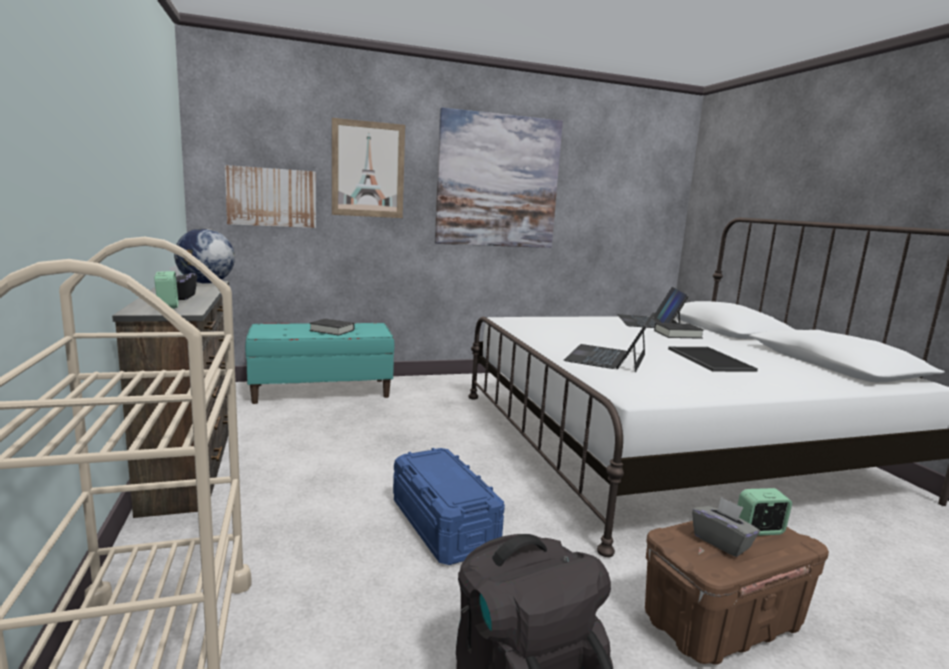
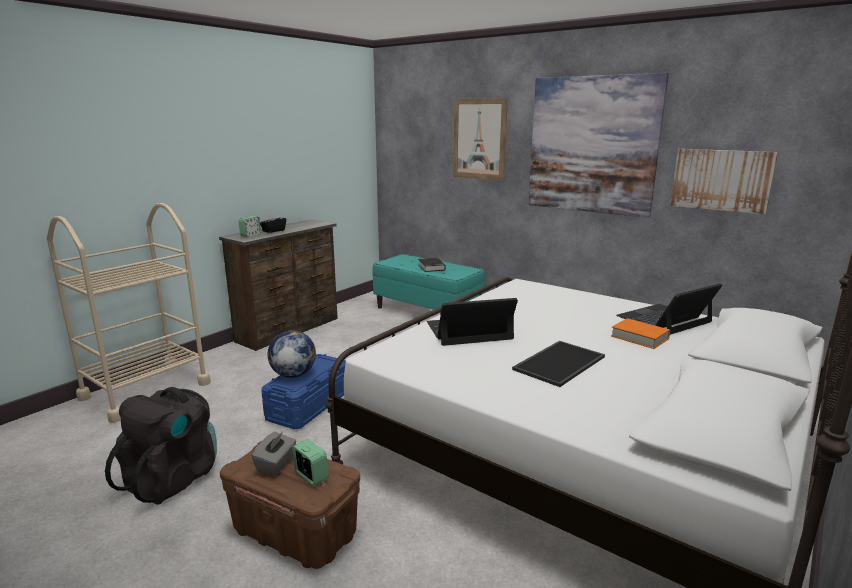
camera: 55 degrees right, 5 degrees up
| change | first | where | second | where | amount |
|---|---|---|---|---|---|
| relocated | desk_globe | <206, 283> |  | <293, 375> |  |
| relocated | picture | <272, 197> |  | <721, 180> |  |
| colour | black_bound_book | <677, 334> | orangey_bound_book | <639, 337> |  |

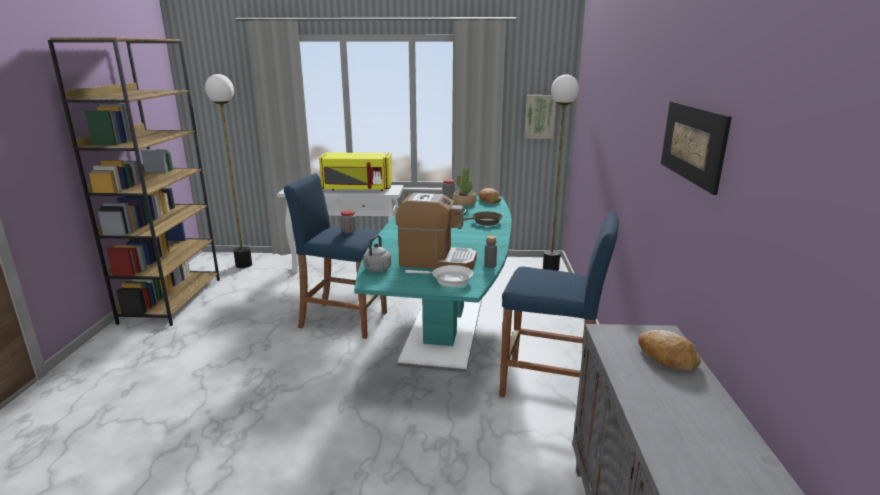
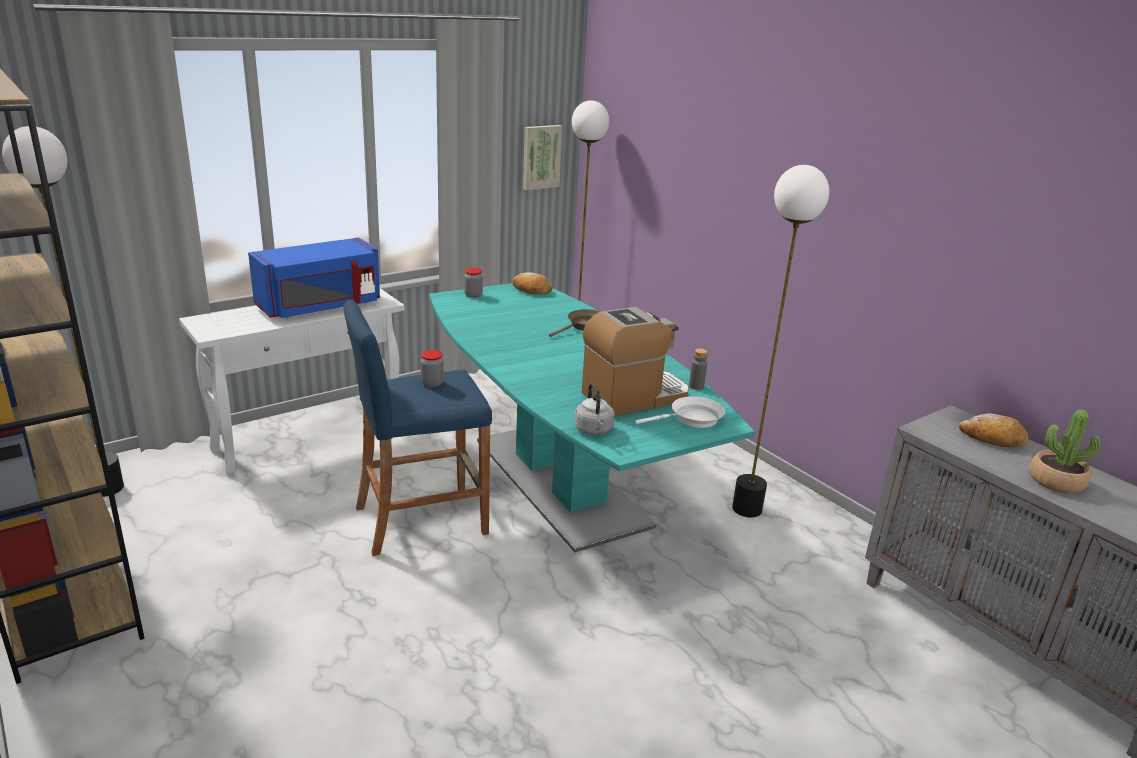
camera: 40 degrees left, 5 degrees up
| change | first | where | second | where | amount |
|---|---|---|---|---|---|
| colour | yellow_kitchen_microwave | <357, 189> | blue_kitchen_microwave | <320, 306> |  |
| relocated | houseplant | <464, 203> |  | <1056, 481> |  |
| exchanged | blue_stool | <549, 385> | standard_lamp | <747, 509> |  |
| missing | picture | <692, 143> |  |  |  |

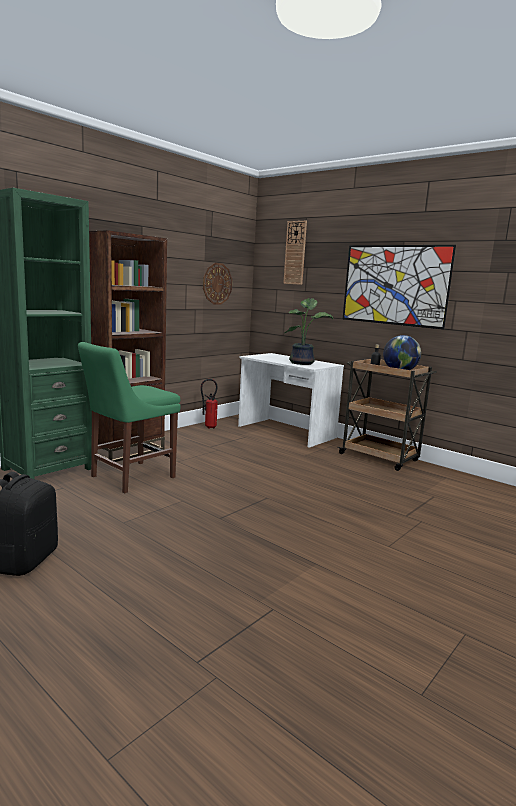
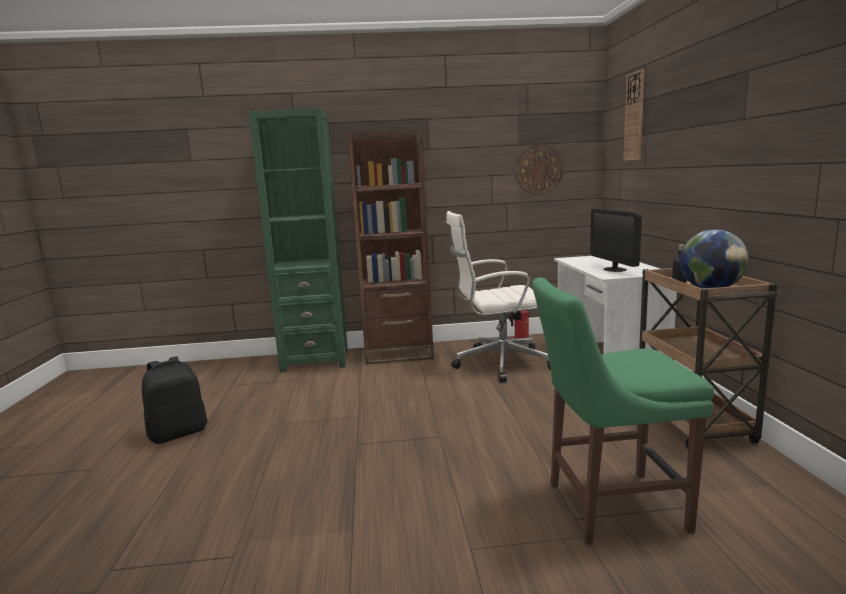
camera: 45 degrees right, 0 degrees up
| change | first | where | second | where | amount |
|---|---|---|---|---|---|
| relocated | green-coloured_upright_chair | <129, 477> |  | <609, 506> |  |
| exchanged | houseplant | <303, 363> | monitor | <614, 269> |  |
| missing | picture | <394, 285> |  |  |  |
| appeared |  |  | white_desk_chair | <499, 363> |  |

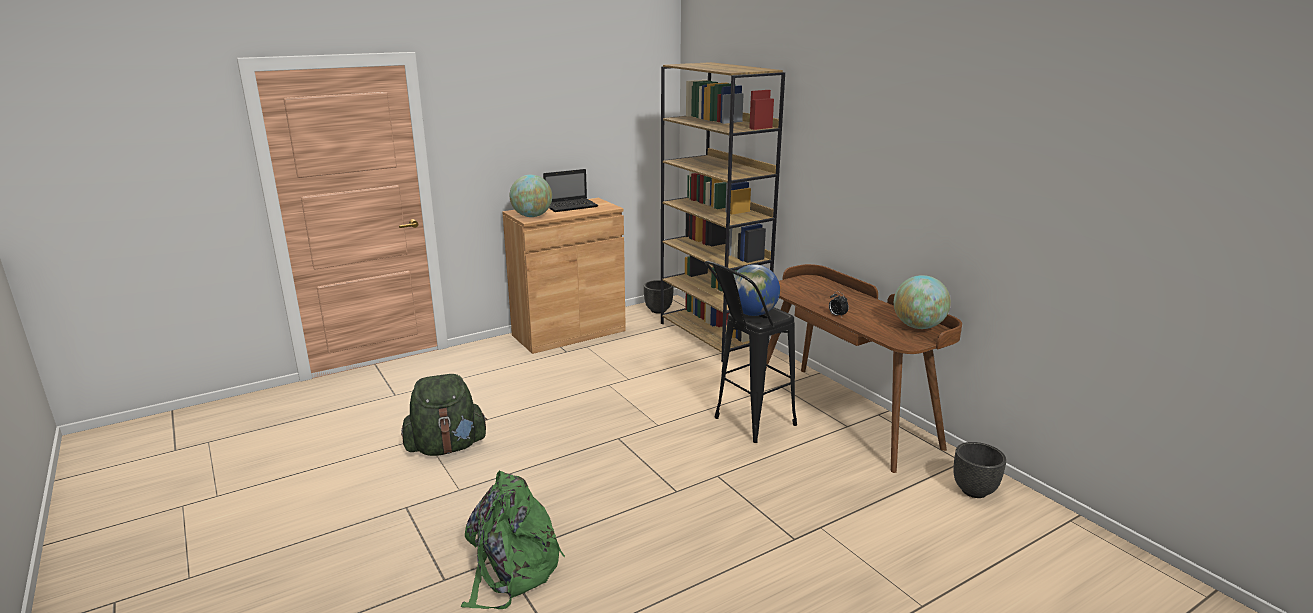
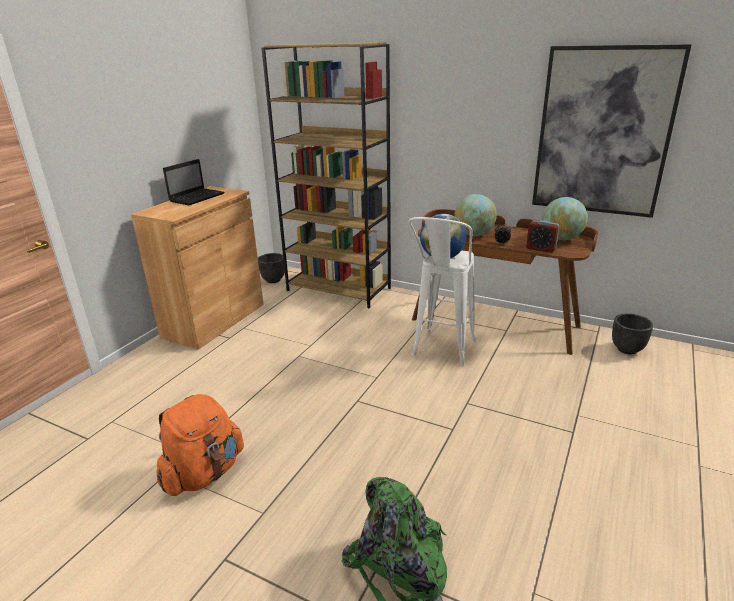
camera: 30 degrees left, 5 degrees up
| change | first | where | second | where | amount |
|---|---|---|---|---|---|
| colour | green-coloured_backpack | <446, 447> | orangey_backpack | <204, 473> |  |
| relocated | desk_globe | <532, 216> |  | <474, 234> |  |
| colour | black_stool | <745, 425> | white_stool | <441, 354> |  |
| appeared |  |  | bedside_clock | <540, 249> |  |
| appeared |  |  | picture | <603, 132> |  |

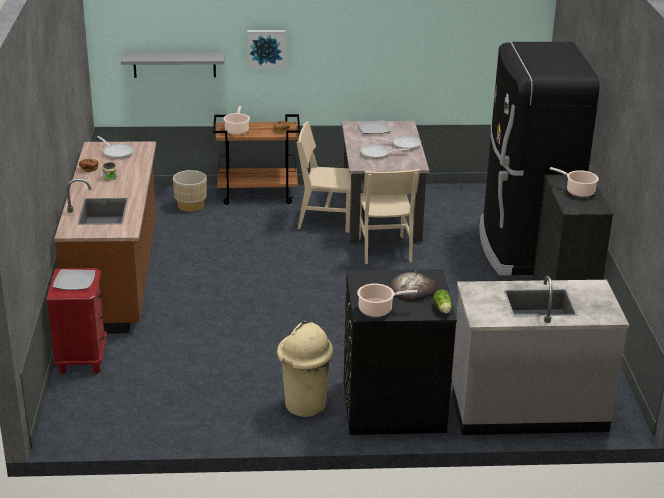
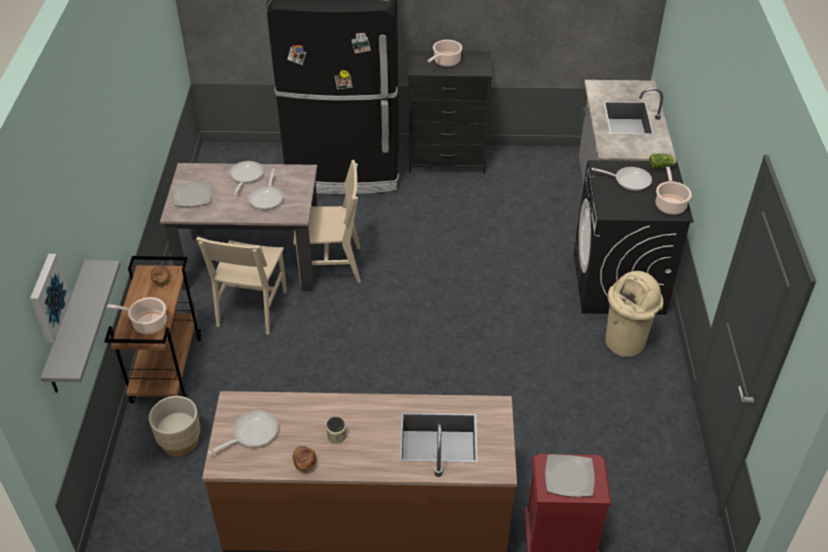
camera: 85 degrees left, 15 degrees up
| change | first | where | second | where | amount |
|---|---|---|---|---|---|
| relocated | picture | <266, 48> |  | <47, 298> |  |
| exchanged | bakery_bread | <413, 289> | frying_pan | <629, 180> |  |

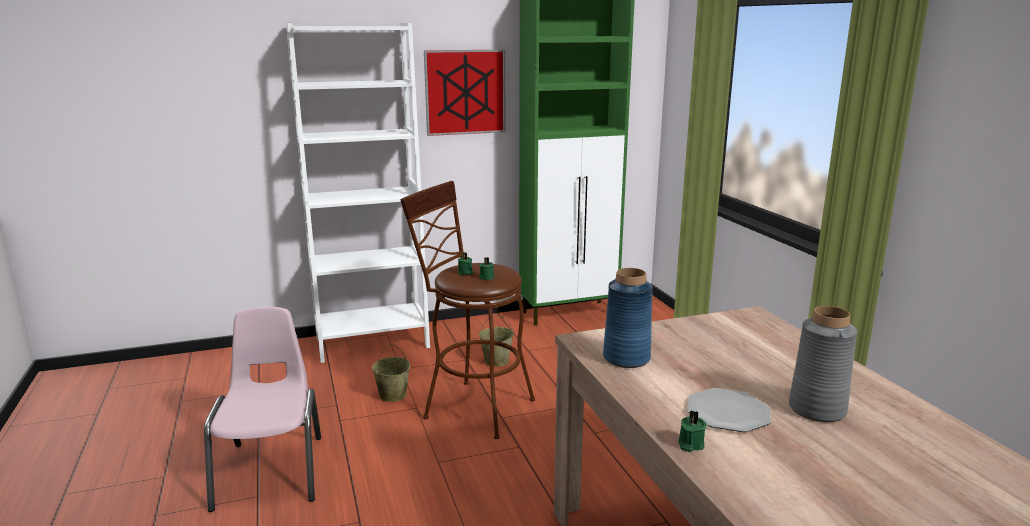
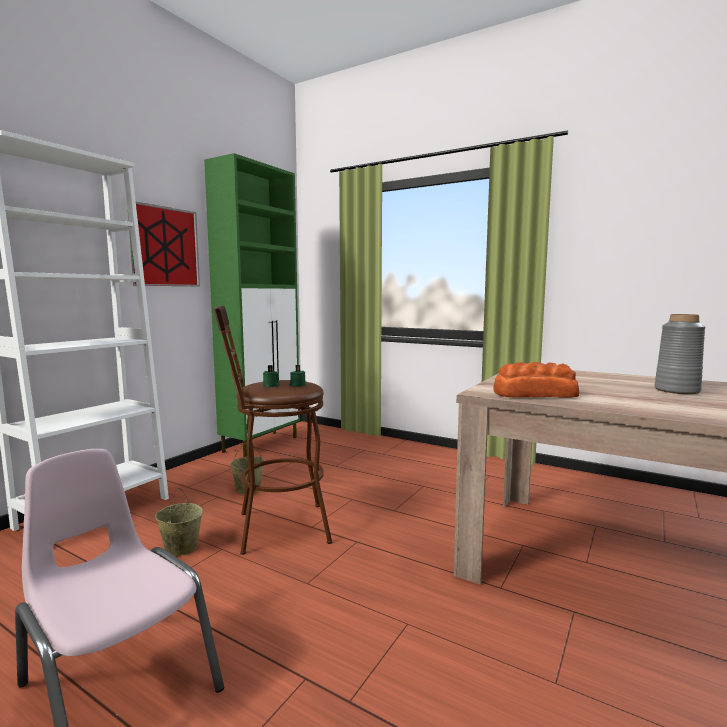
camera: 40 degrees left, 10 degrees down
| change | first | where | second | where | amount |
|---|---|---|---|---|---|
| exchanged | blue_decorative_vase | <626, 358> | bakery_bread | <533, 394> |  |
| missing | green-coloured_wax_candle | <690, 444> |  |  |  |
| missing | plate | <727, 412> |  |  |  |

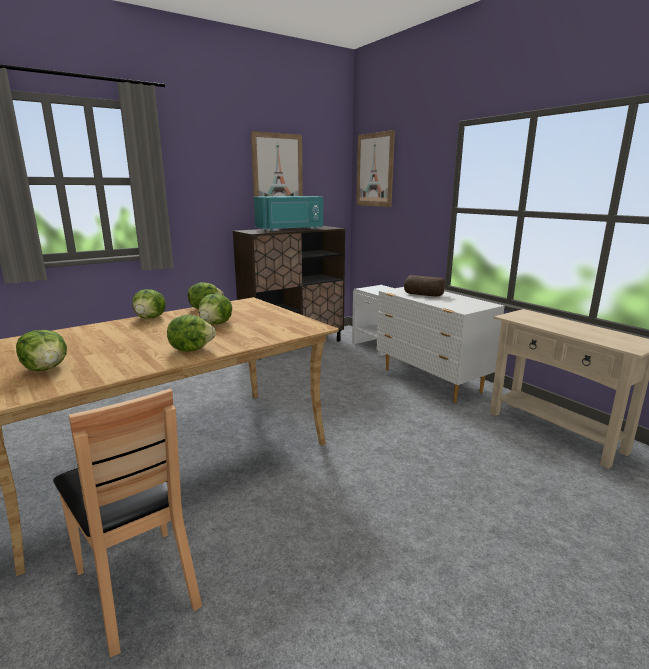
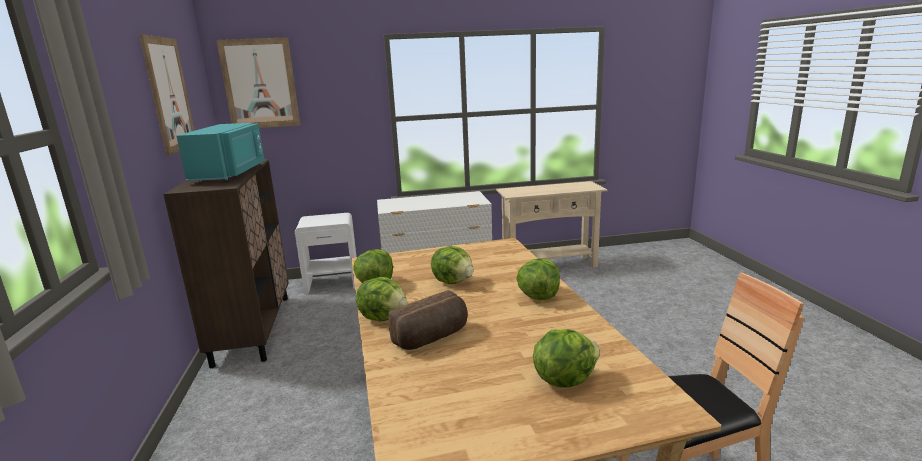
camera: 65 degrees left, 0 degrees up
| change | first | where | second | where | amount |
|---|---|---|---|---|---|
| relocated | bakery_bread | <423, 295> |  | <432, 338> |  |

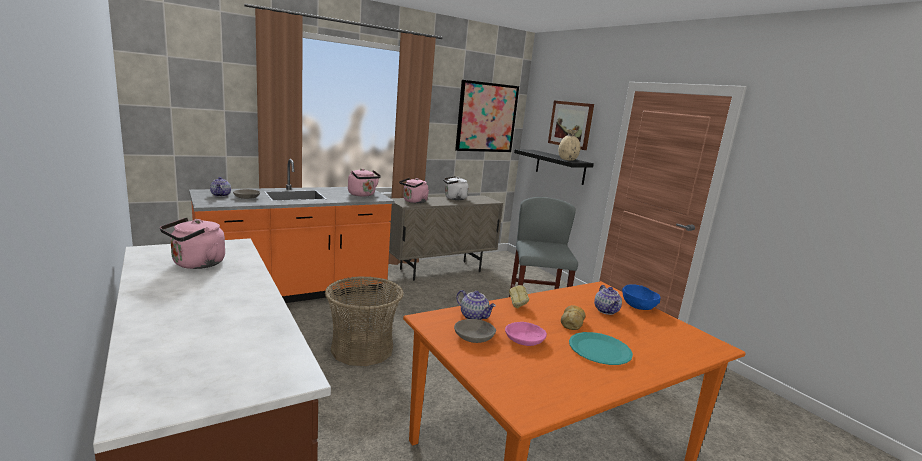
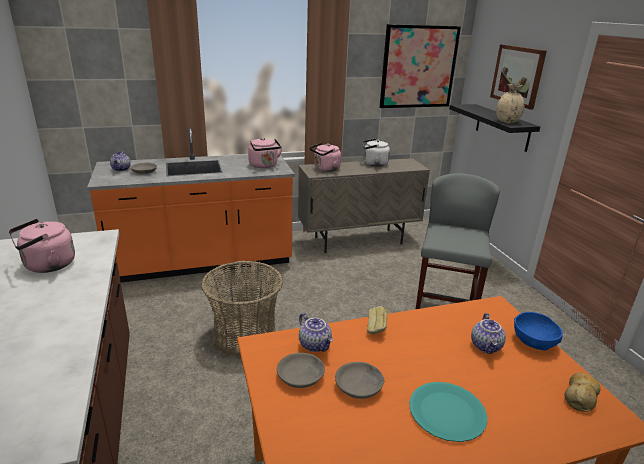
camera: 15 degrees right, 10 degrees up
| change | first | where | second | where | amount |
|---|---|---|---|---|---|
| colour | pink_bowl | <525, 339> | grey_bowl | <359, 386> |  |
| relocated | bakery_bread | <572, 322> |  | <580, 396> |  |

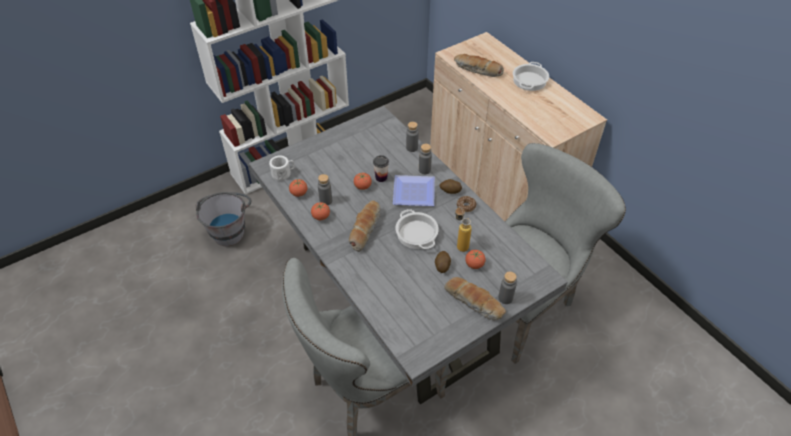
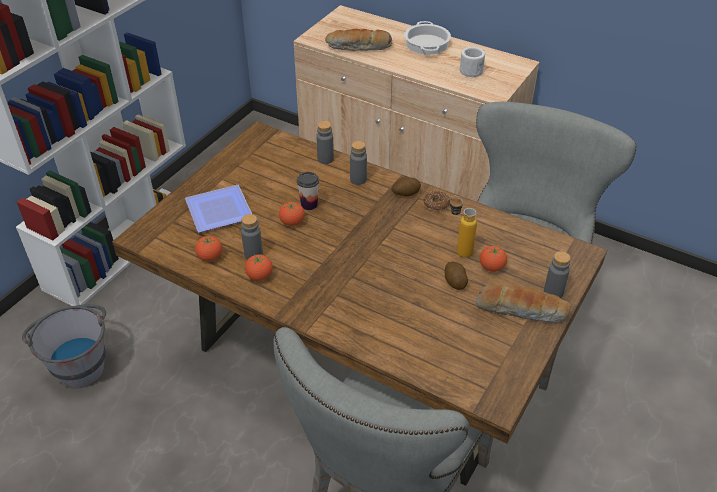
camera: 25 degrees left, 5 degrees down
| change | first | where | second | where | amount |
|---|---|---|---|---|---|
| colour | grey_dining_table | <396, 298> | brownish_dining_table | <360, 368> |  |
| relocated | white_tea_mug | <283, 173> |  | <473, 70> |  |
| missing | bakery_bread | <364, 229> |  |  |  |
| relocated | plate | <412, 193> |  | <218, 212> |  |
| missing | saucepot | <416, 234> |  |  |  |

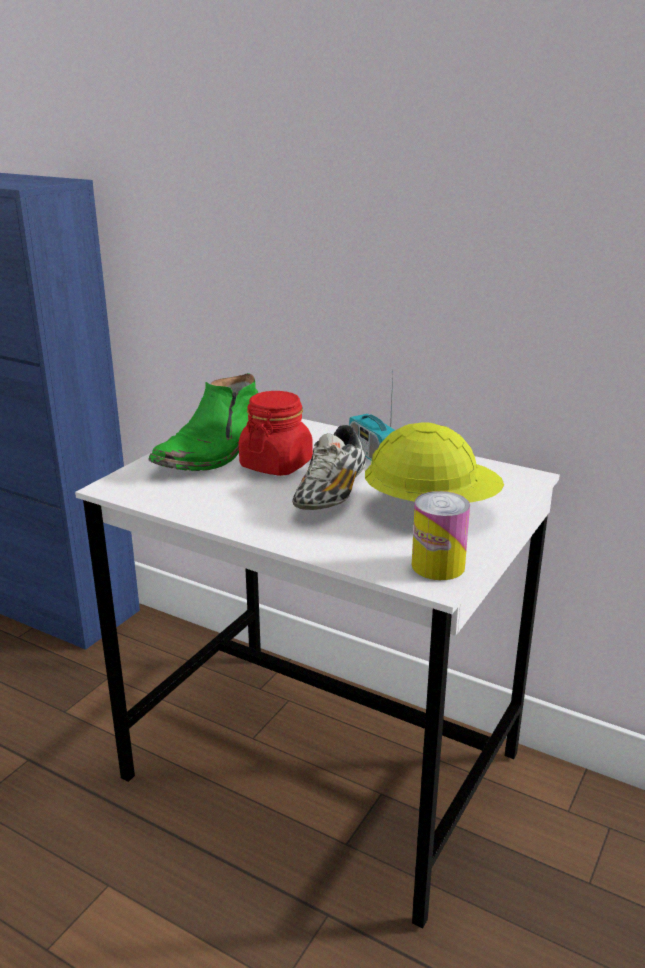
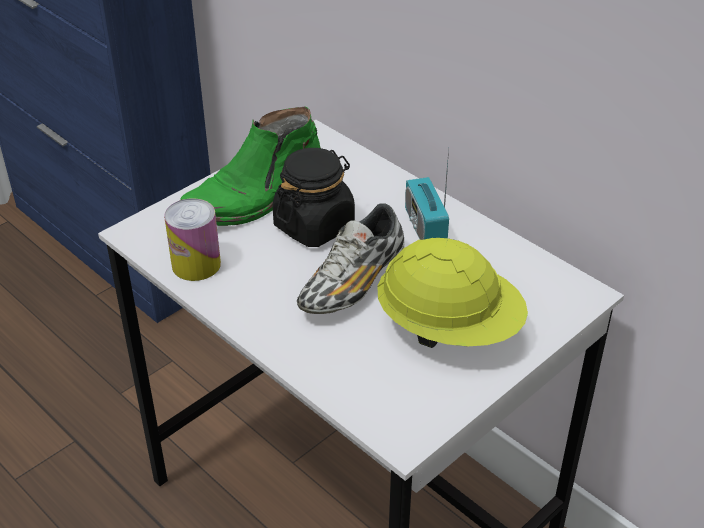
camera: 15 degrees right, 15 degrees up
| change | first | where | second | where | amount |
|---|---|---|---|---|---|
| colour | red_preserve_jar | <276, 464> | black_preserve_jar | <314, 226> |  |
| relocated | can | <438, 566> |  | <196, 264> |  |

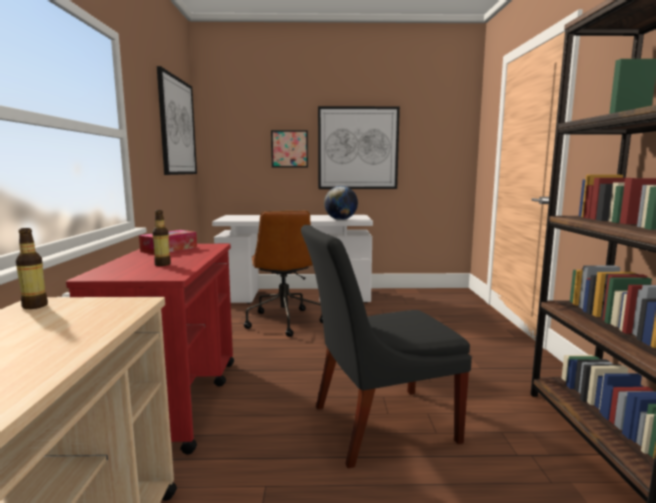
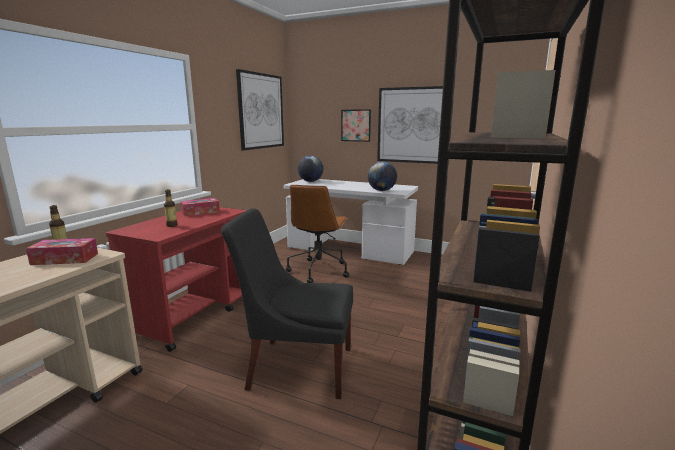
camera: 25 degrees right, 5 degrees up
| change | first | where | second | where | amount |
|---|---|---|---|---|---|
| appeared |  |  | tissue_holder | <65, 259> |  |
| appeared |  |  | desk_globe | <310, 181> |  |

